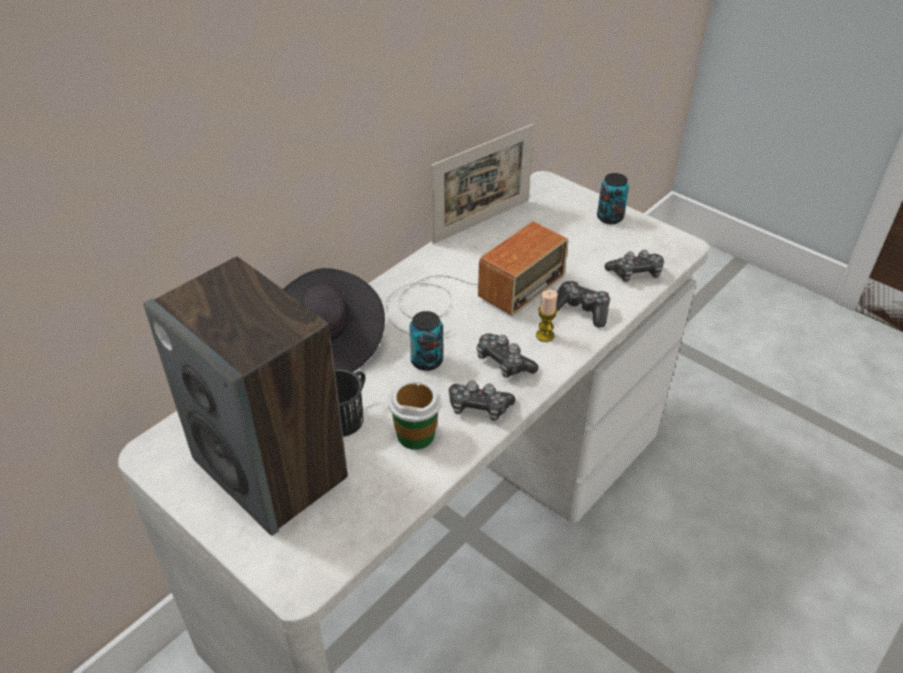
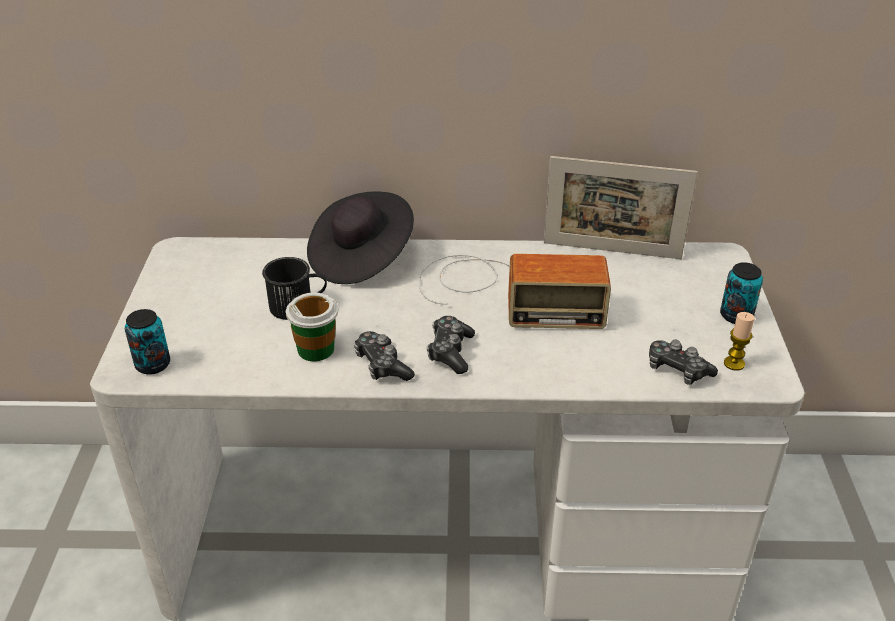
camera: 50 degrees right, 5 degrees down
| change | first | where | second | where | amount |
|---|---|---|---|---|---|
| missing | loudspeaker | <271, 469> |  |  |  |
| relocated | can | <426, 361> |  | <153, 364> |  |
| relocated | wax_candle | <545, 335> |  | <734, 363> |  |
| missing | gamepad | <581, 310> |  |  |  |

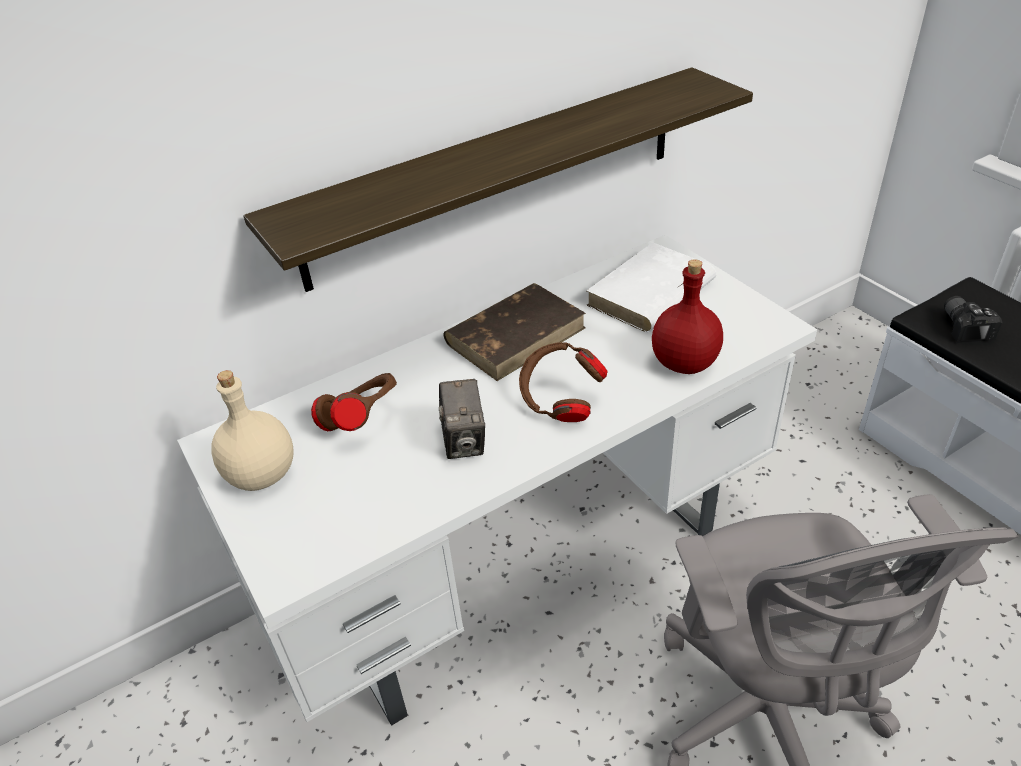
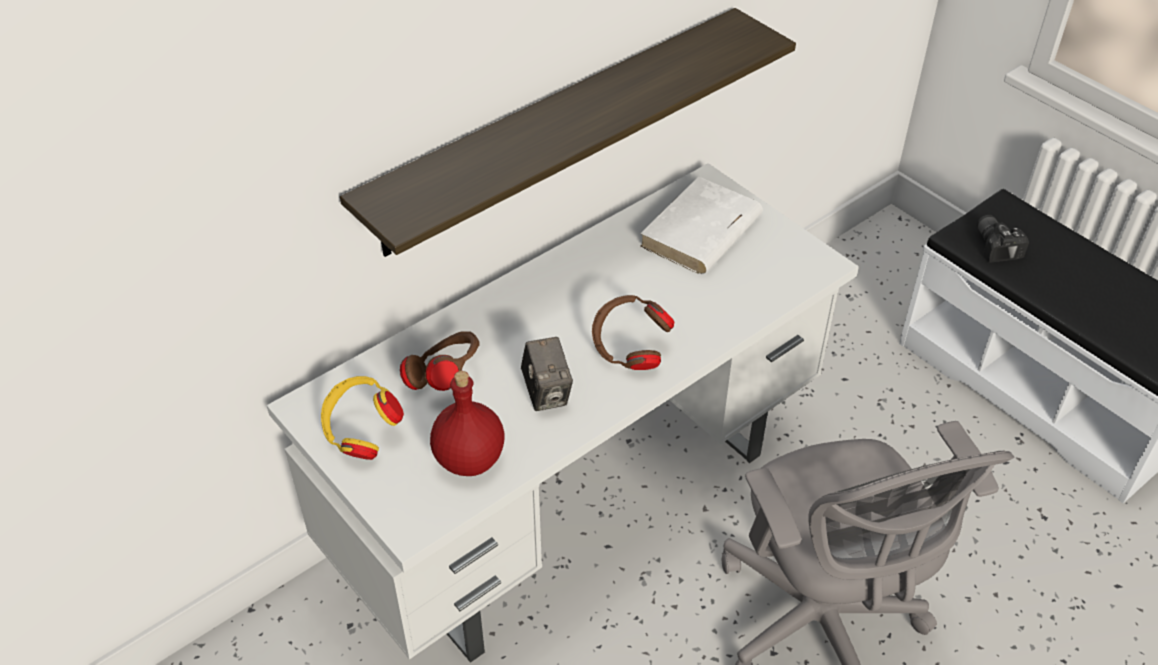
camera: 10 degrees left, 5 degrees up
| change | first | where | second | where | amount |
|---|---|---|---|---|---|
| exchanged | sand-coloured_bottle | <261, 474> | yellow_headphones | <361, 434> |  |
| missing | brownish_bound_book | <516, 335> |  |  |  |
| relocated | red_bottle | <685, 364> |  | <470, 460> |  |

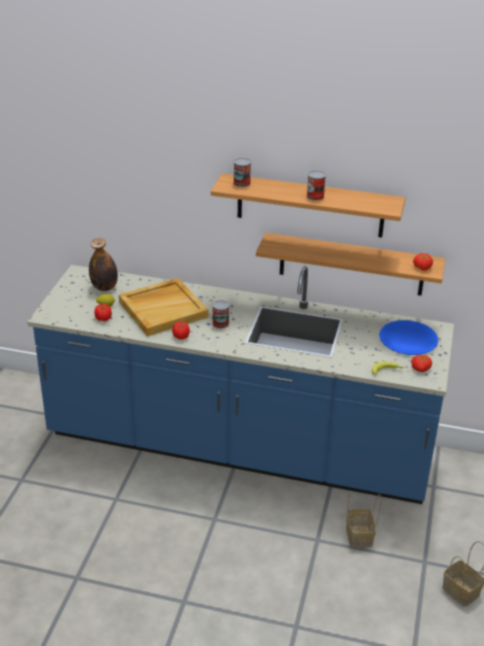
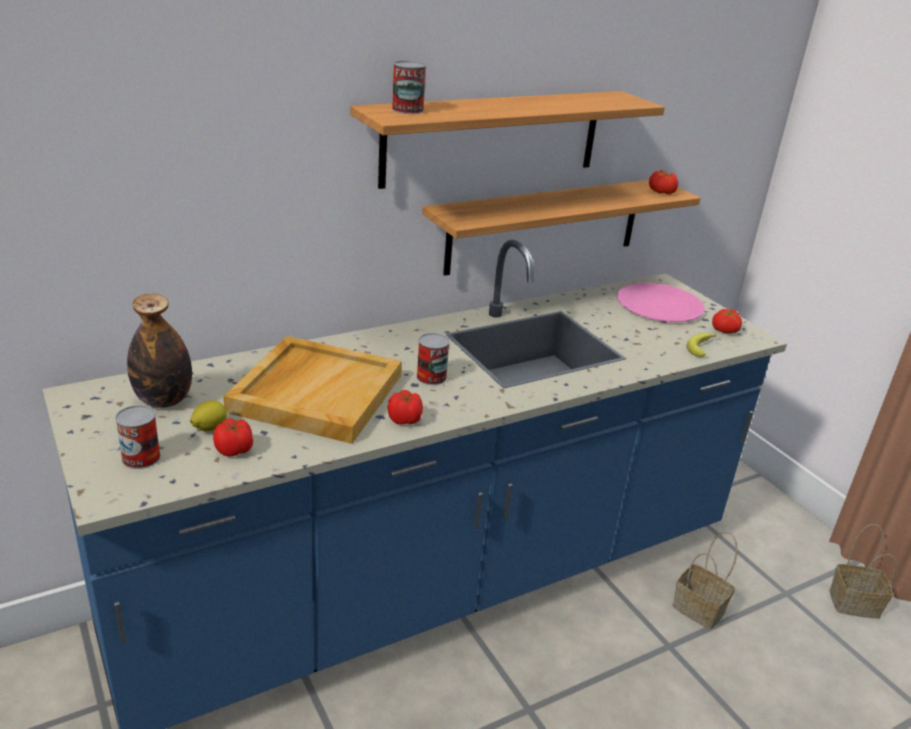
camera: 45 degrees left, 5 degrees down
| change | first | where | second | where | amount |
|---|---|---|---|---|---|
| relocated | can | <315, 196> |  | <141, 458> |  |
| colour | blue_plate | <408, 339> | pink_plate | <659, 305> |  |

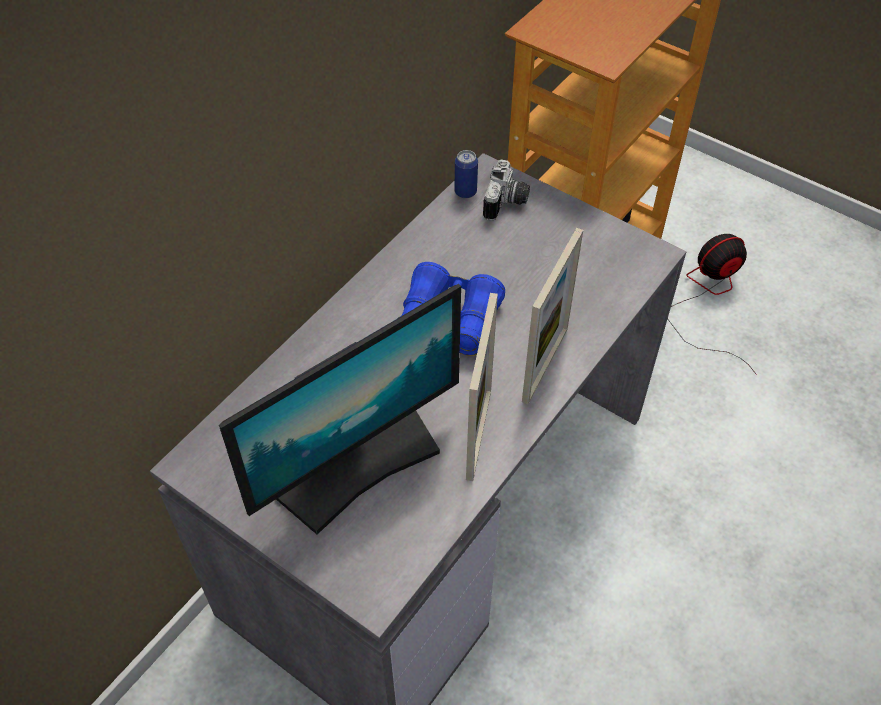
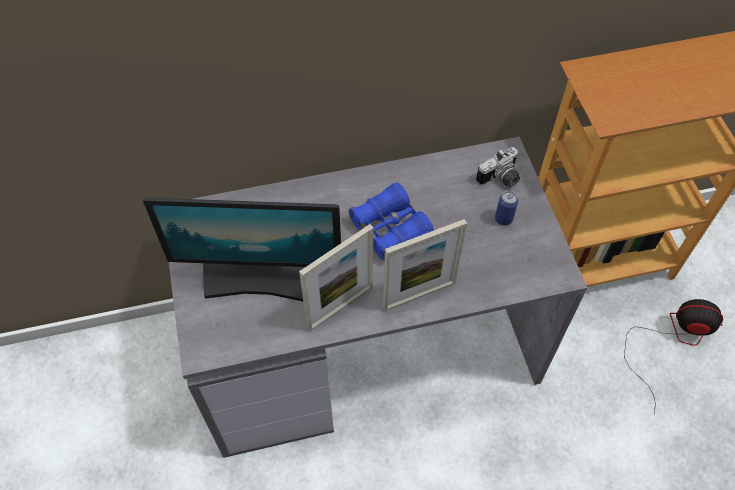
camera: 40 degrees right, 5 degrees up
| change | first | where | second | where | amount |
|---|---|---|---|---|---|
| relocated | can | <465, 192> |  | <503, 219> |  |

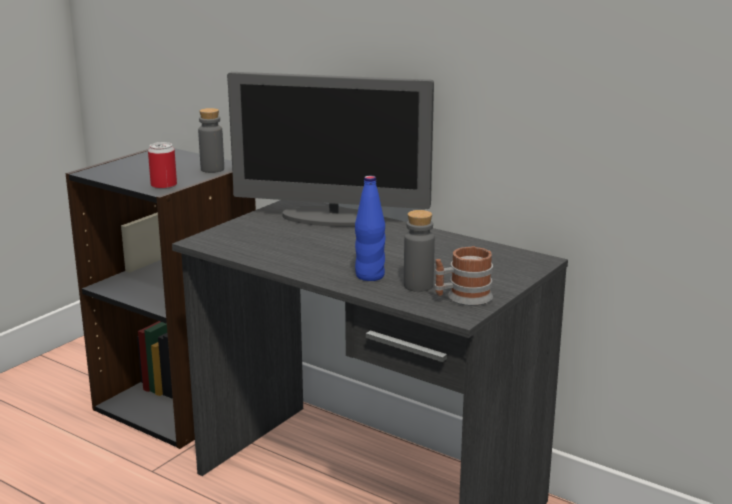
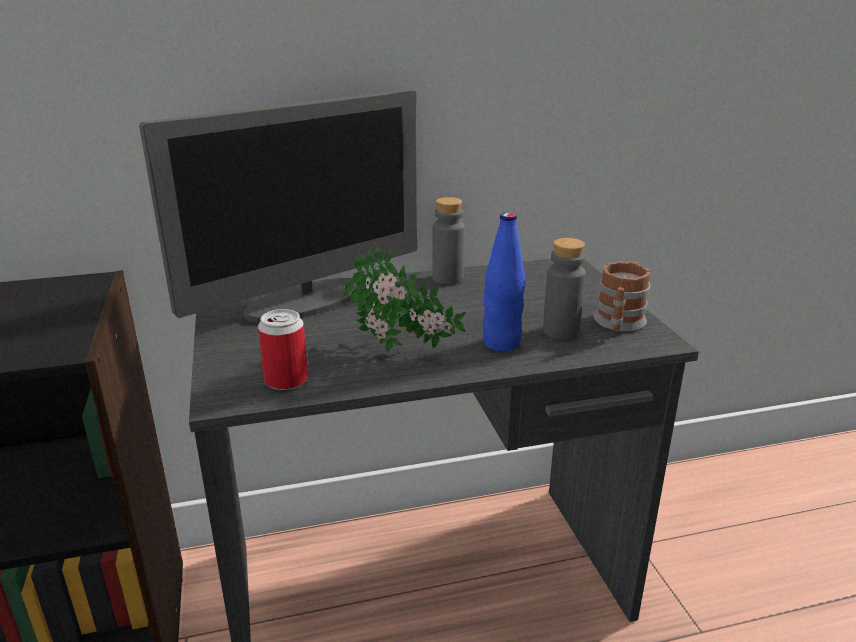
camera: 50 degrees left, 5 degrees up
| change | first | where | second | where | amount |
|---|---|---|---|---|---|
| relocated | can | <164, 186> |  | <286, 380> |  |
| relocated | grey_bottle | <212, 169> |  | <448, 278> |  |
| appeared |  |  | houseplant | <403, 352> |  |

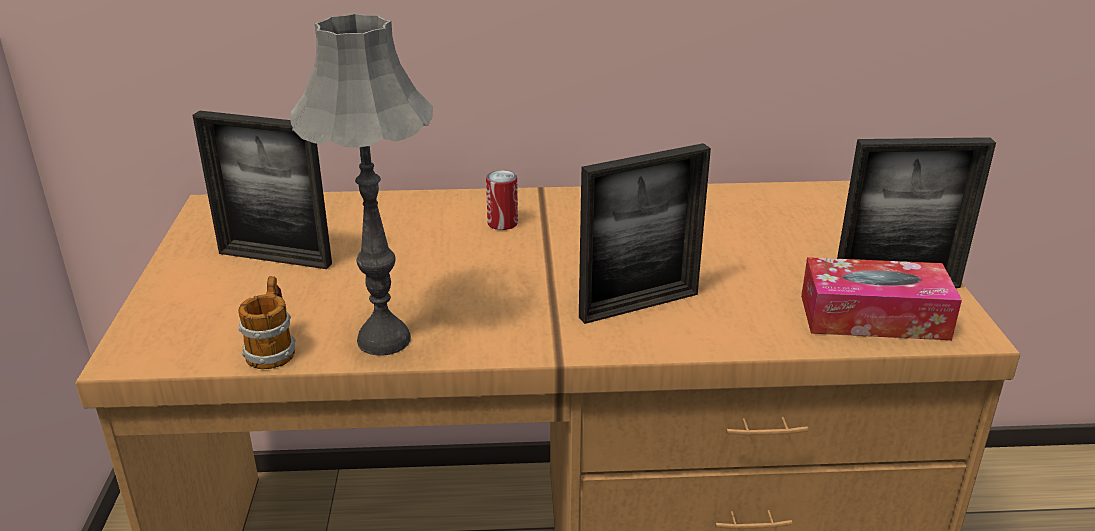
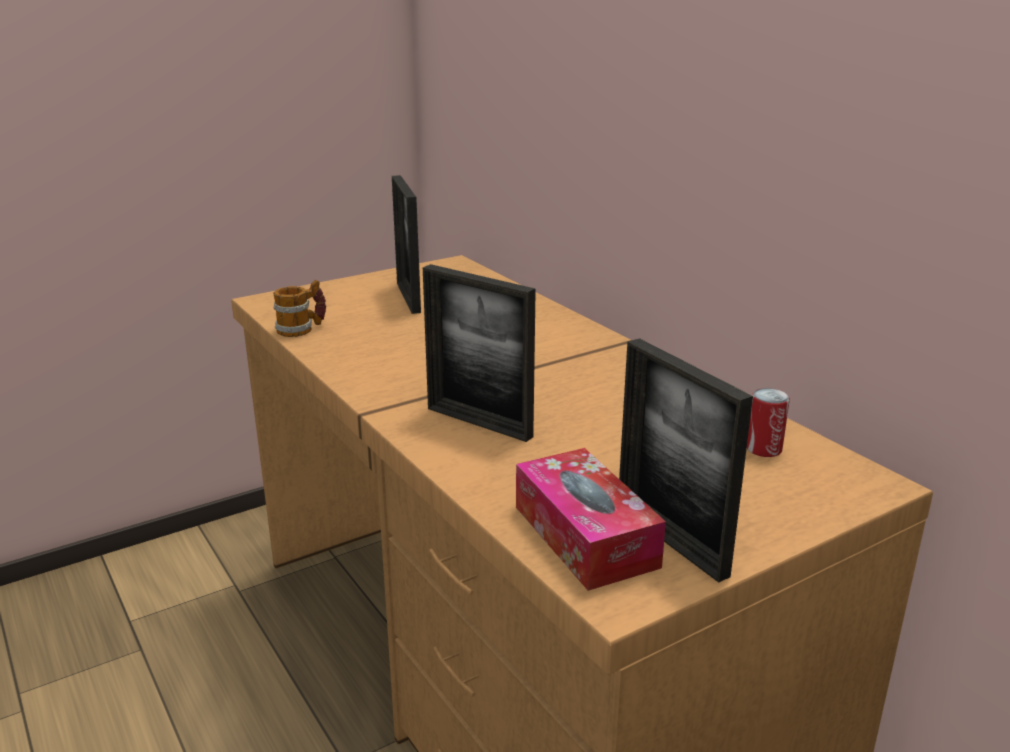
camera: 60 degrees right, 5 degrees down
| change | first | where | second | where | amount |
|---|---|---|---|---|---|
| missing | grey_lamp_for_a_table | <384, 340> |  |  |  |
| relocated | can | <502, 223> |  | <763, 449> |  |

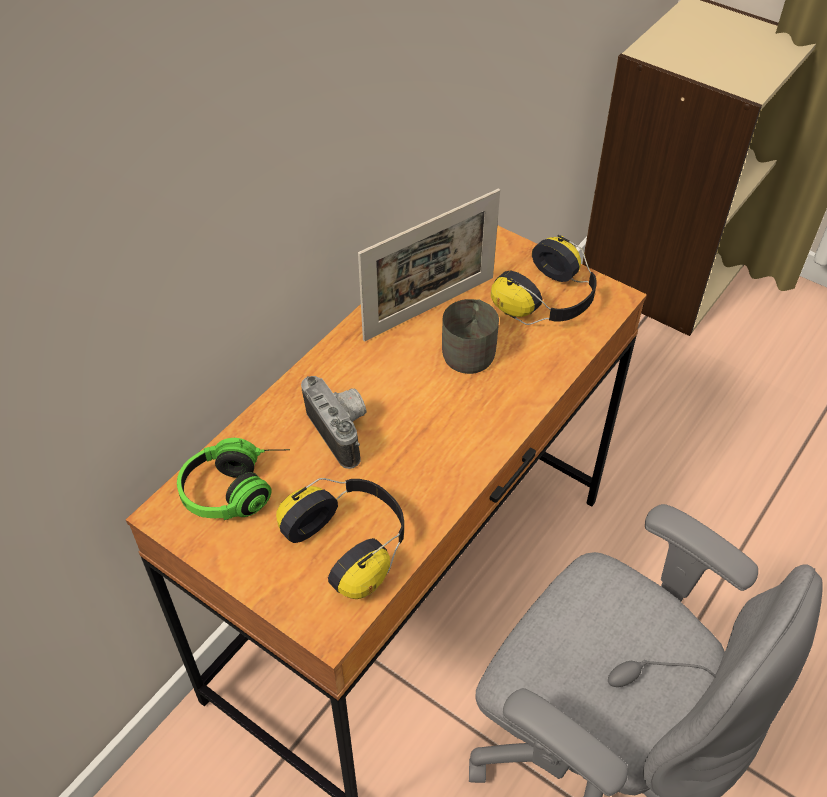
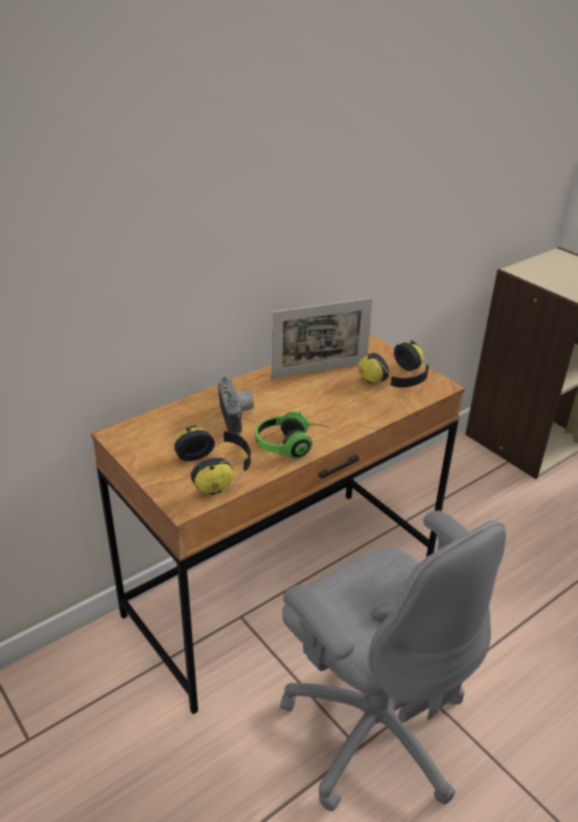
camera: 15 degrees right, 15 degrees down
| change | first | where | second | where | amount |
|---|---|---|---|---|---|
| relocated | headphones | <239, 489> |  | <292, 445> |  |
| missing | grey_tea_mug | <471, 349> |  |  |  |

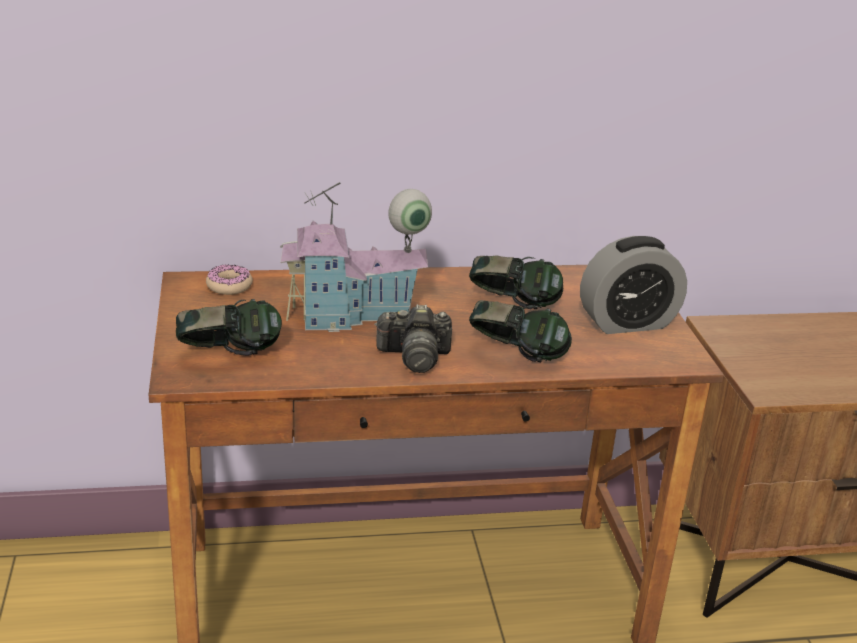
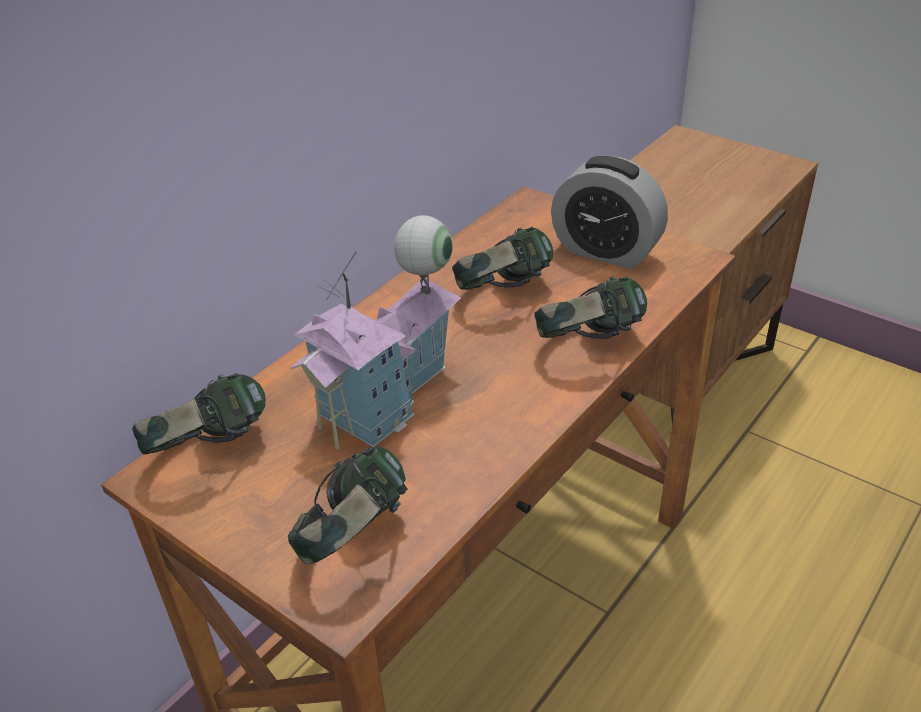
camera: 40 degrees left, 10 degrees up
| change | first | where | second | where | amount |
|---|---|---|---|---|---|
| exchanged | doughnut | <229, 286> | headphones | <210, 450> |  |
| missing | photo_camera | <414, 357> |  |  |  |
| spun | bedside_clock | <627, 323> |  | <606, 251> | 90 degrees clockwise |

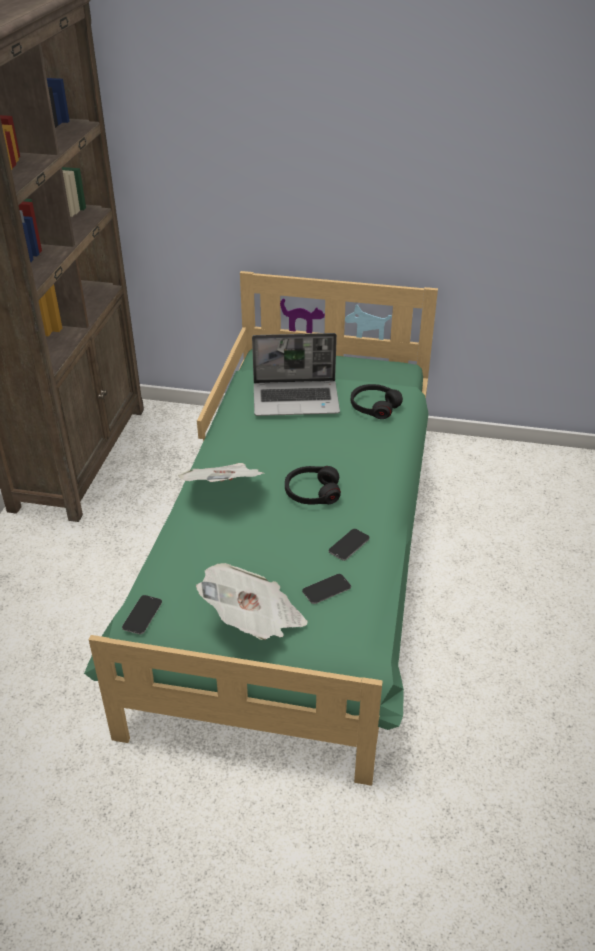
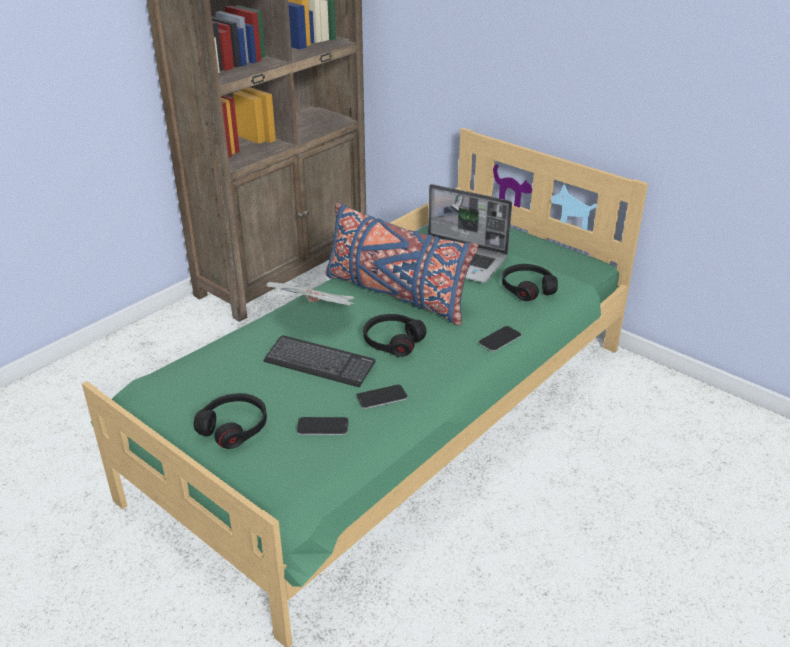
camera: 30 degrees right, 5 degrees down
| change | first | where | second | where | amount |
|---|---|---|---|---|---|
| relocated | phone | <142, 615> |  | <500, 339> |  |
| exchanged | newspaper | <254, 621> | black_headphones | <234, 427> |  |
| appeared |  |  | computer_keyboard | <319, 363> |  |
| appeared |  |  | blue_cushion | <395, 294> |  |

